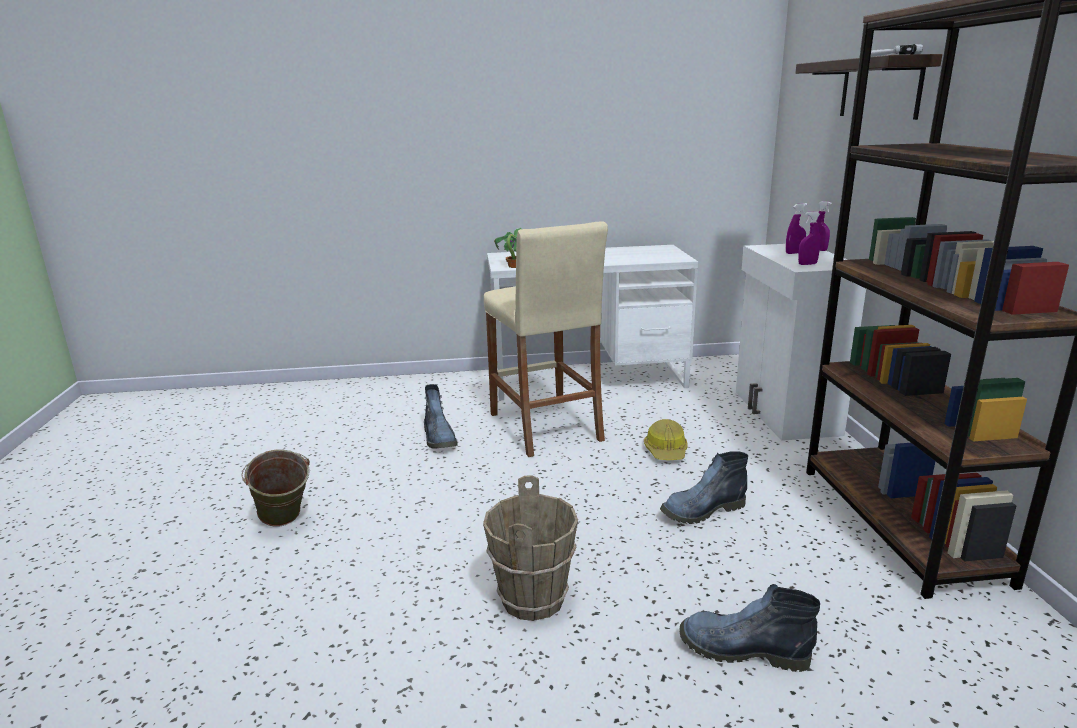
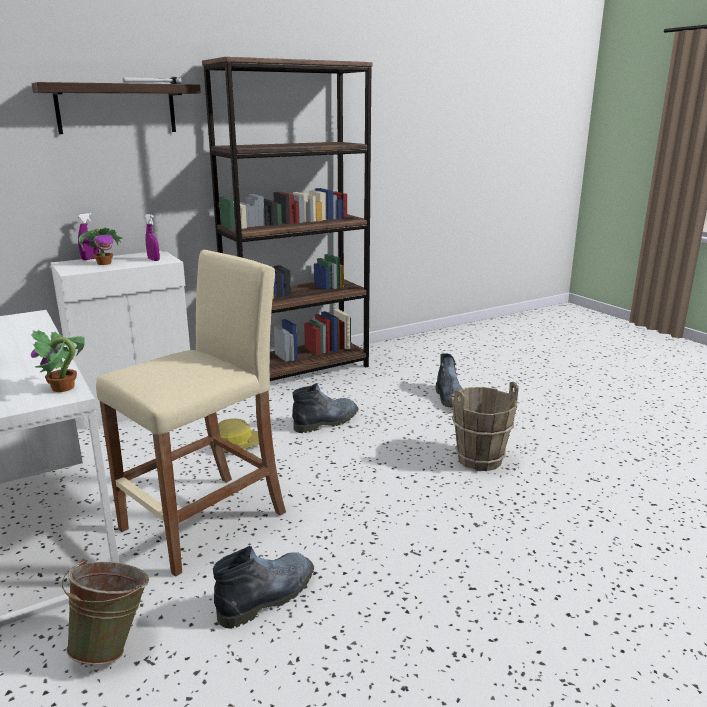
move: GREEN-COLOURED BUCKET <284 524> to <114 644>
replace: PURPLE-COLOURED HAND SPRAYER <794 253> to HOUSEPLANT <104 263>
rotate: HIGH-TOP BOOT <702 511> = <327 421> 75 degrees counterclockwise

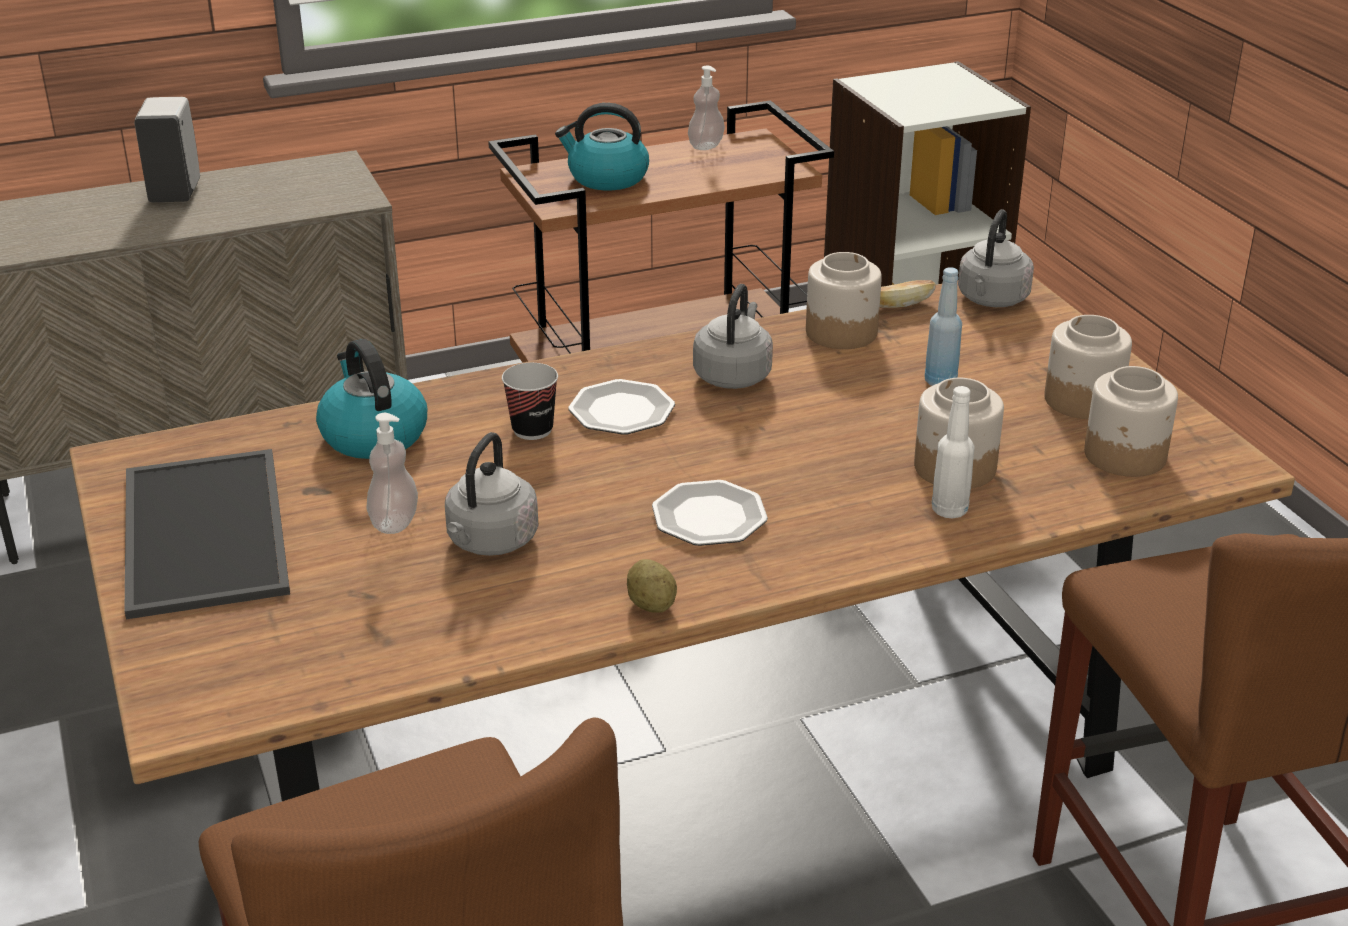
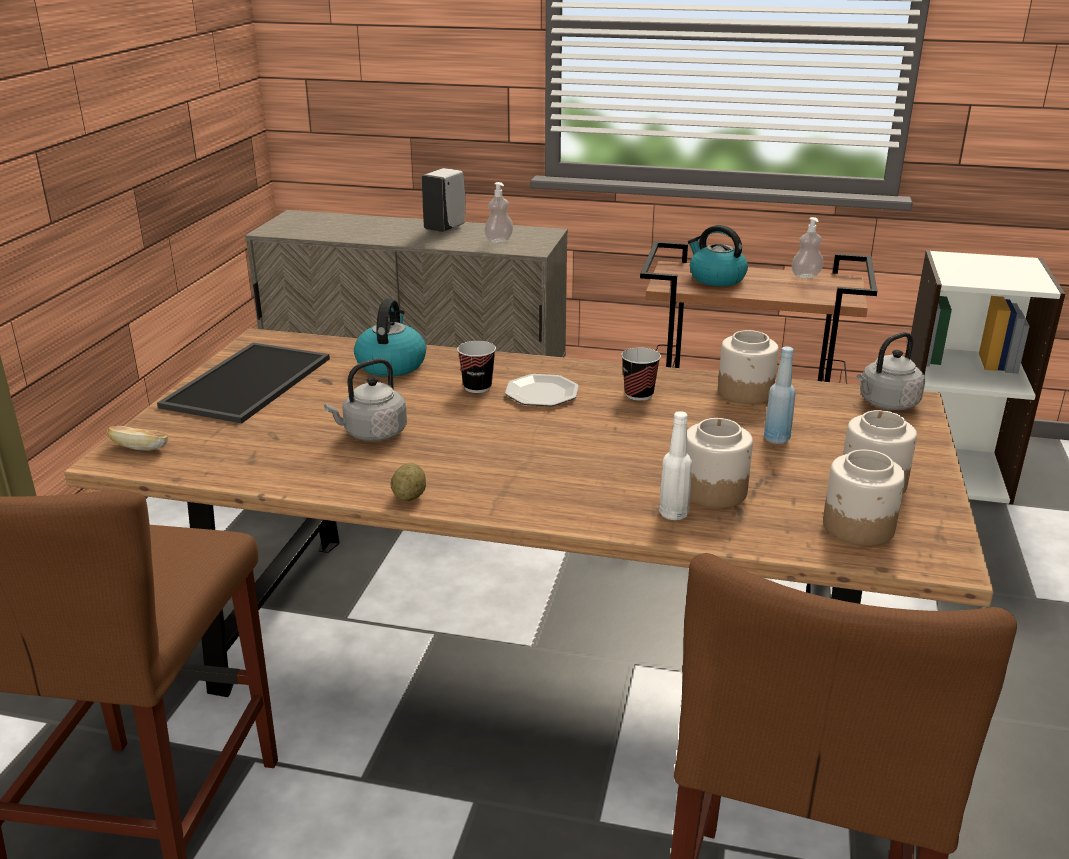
delete: DINNER PLATE <709 517>
move: BAKED BREAD <898 305> to <140 448>; SOAP DISPENSER <394 522> to <499 240>
replace: GREY TEA KETTLE <733 374> to CUP <639 395>

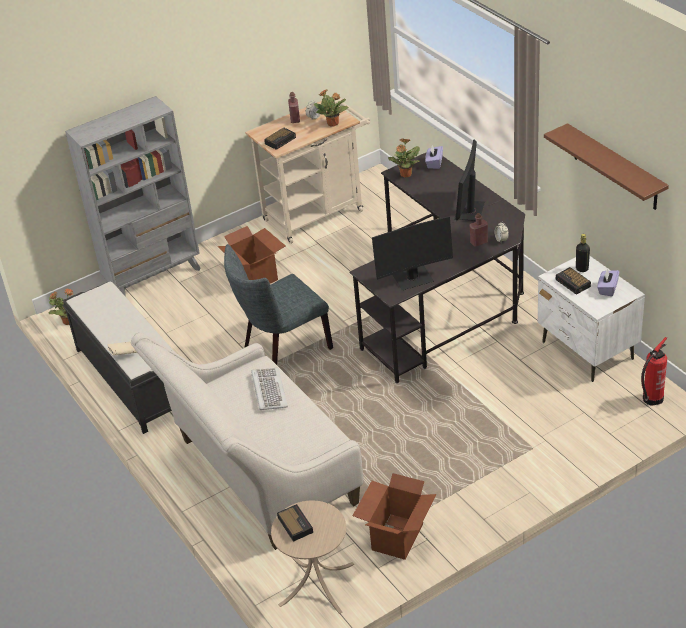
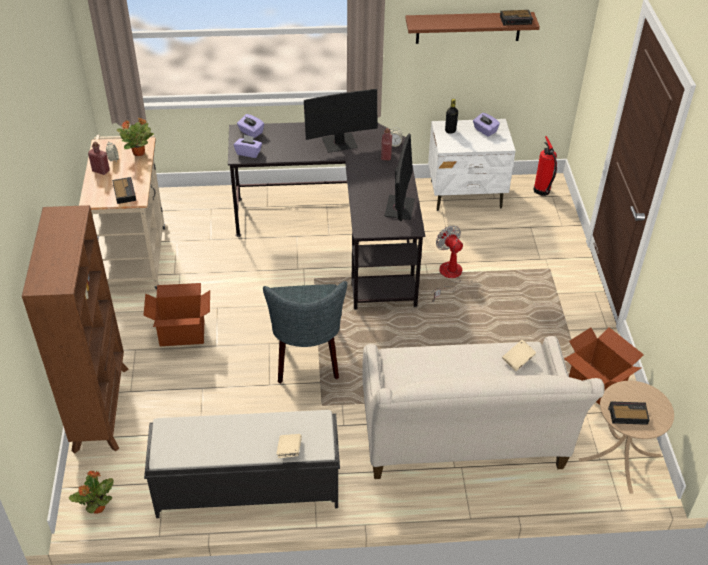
delete: COMPUTER KEYBOARD <268 391>
insert: FAN <448 276>; BEIGE VOLUME <518 360>
move: BEDSIDE CLOCK <573 283> to <516 20>
replace: HOUSEPLANT <405 174> to PURPLE-COLOURED TISSUE BOX <248 153>
recolor: GREY SHELVING UNIT <154 278> to BROWNISH SHELVING UNIT <101 408>
rotate: MONITOR <469 211> = <339 143> 60 degrees counterclockwise

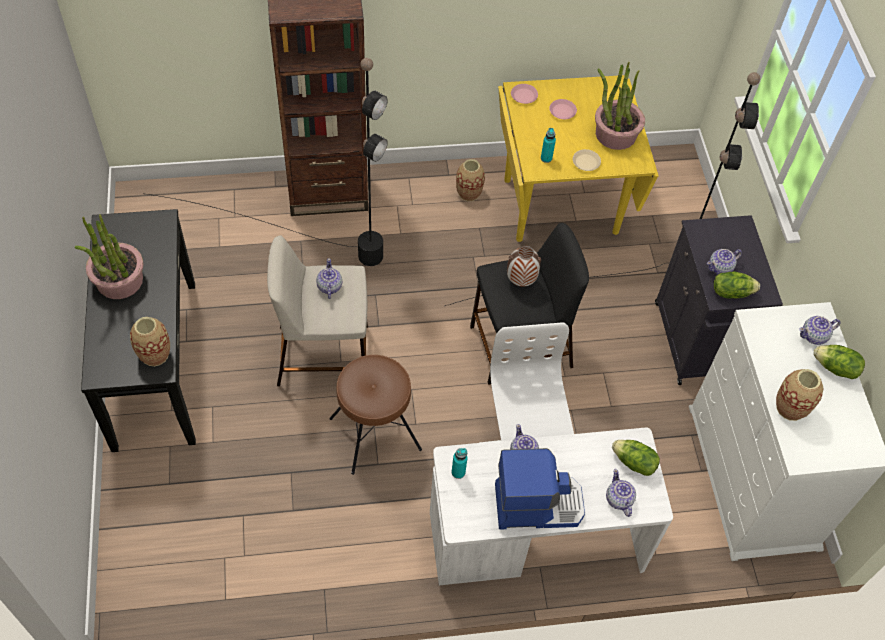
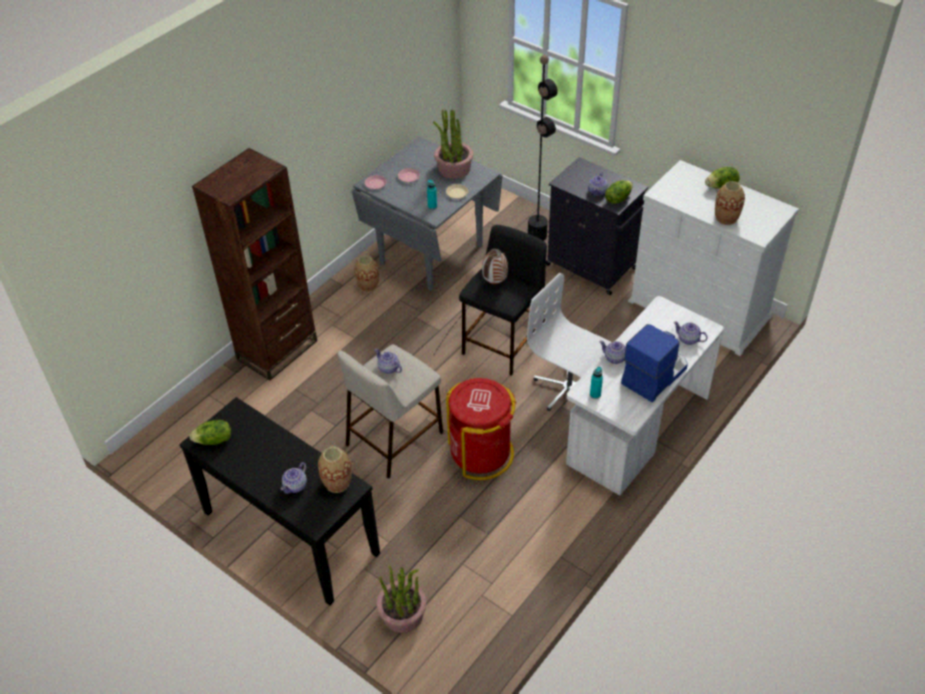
delete: BLACK STANDING LAMP <306 236>
move: HEAD OF LETTUCE <633 463> to <214 440>; TEA POT <814 336> to <296 485>; HOUSEPLANT <119 280> to <403 614>
replace: BROWNISH SITTING STOOL <375 433> to RED WASTE BIN <481 453>
recolor: YELLOWISH DINNER TABLE <560 205> to GREY DINNER TABLE <430 253>

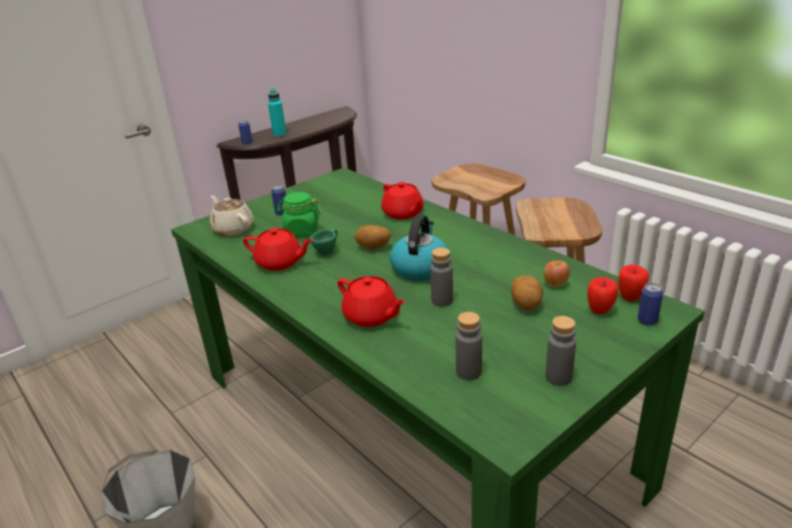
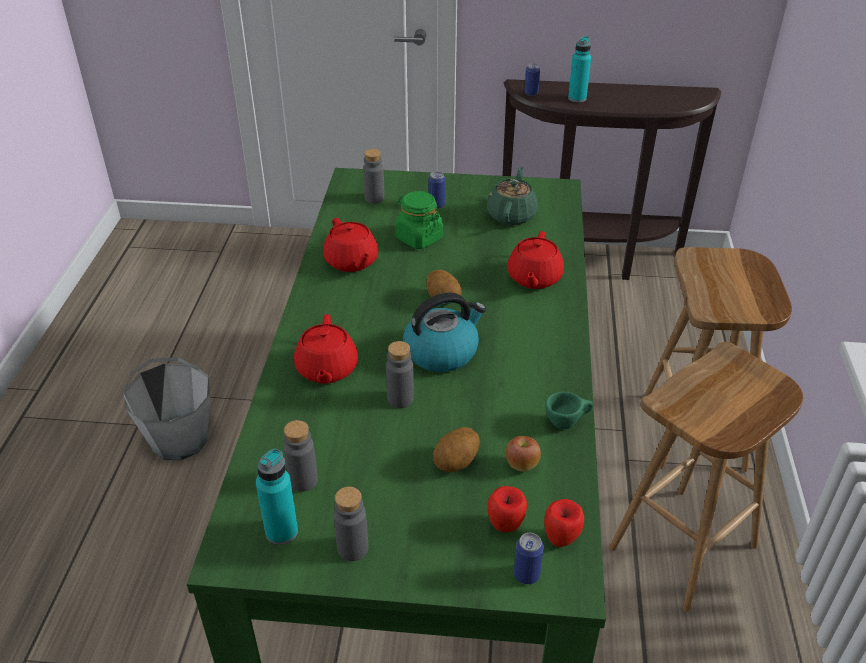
insert: TURQUOISE DRINK BOTTLE <281 531>; GREEN-COLOURED TEA POT <512 215>
move: GREEN-COLOURED CUP <327 251> to <567 422>
replace: BEIGE TEA POT <233 229> to GREY DRINK BOTTLE <374 198>

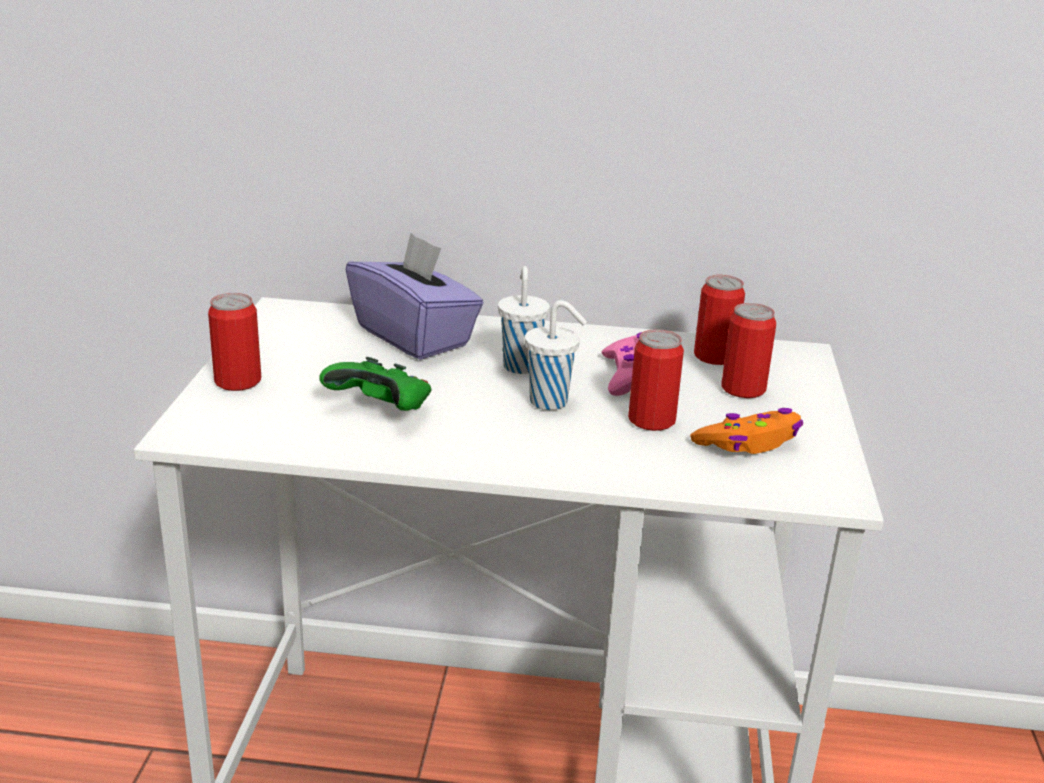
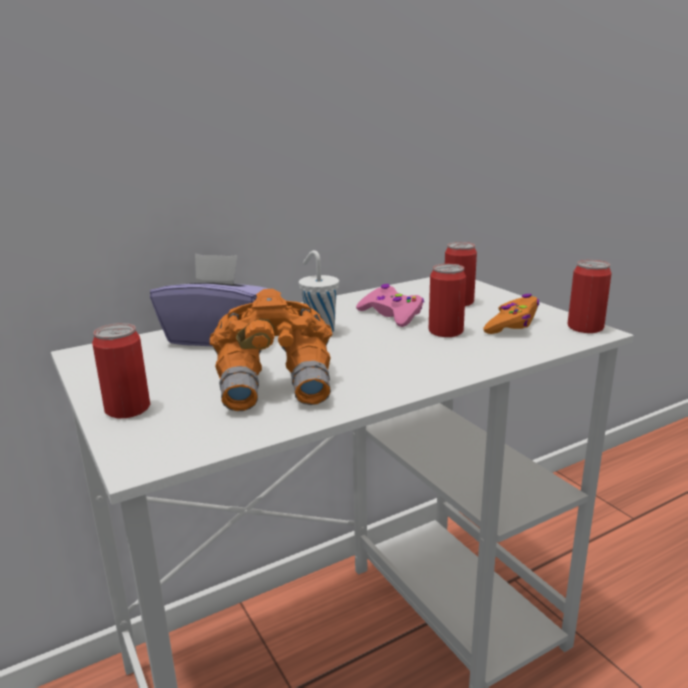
delete: WHITE-COLOURED CUP <551 402>
move: METAL CAN <714 356> to <585 327>
replace: GREEN-COLOURED GAME CONTROLLER <382 410> to ORANGEY BINOCULARS <276 385>

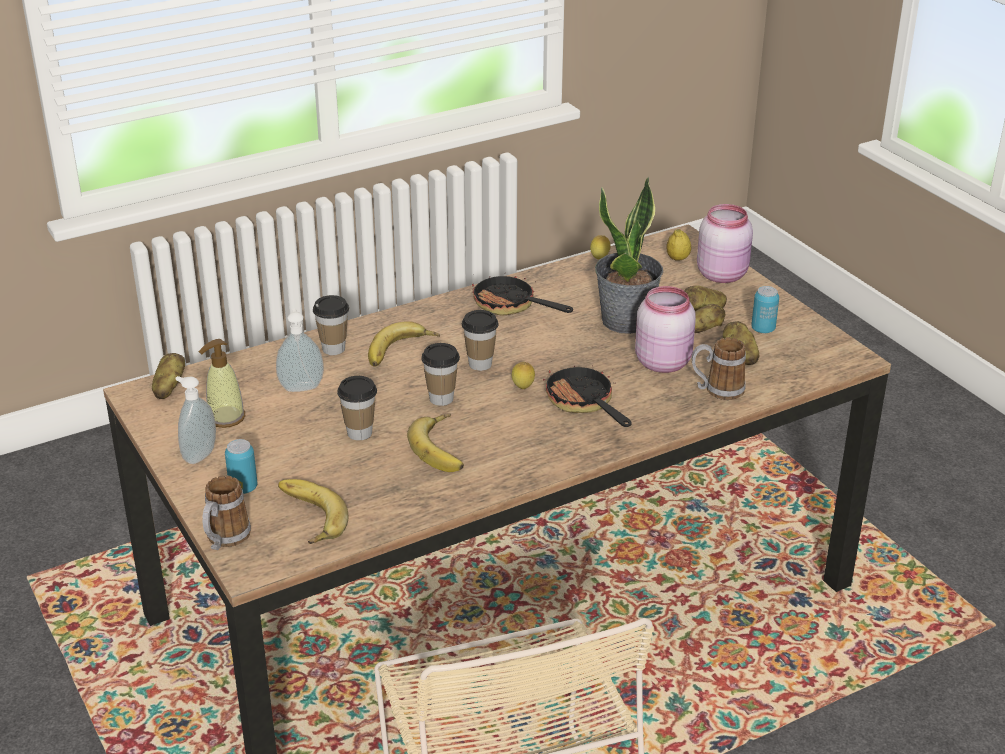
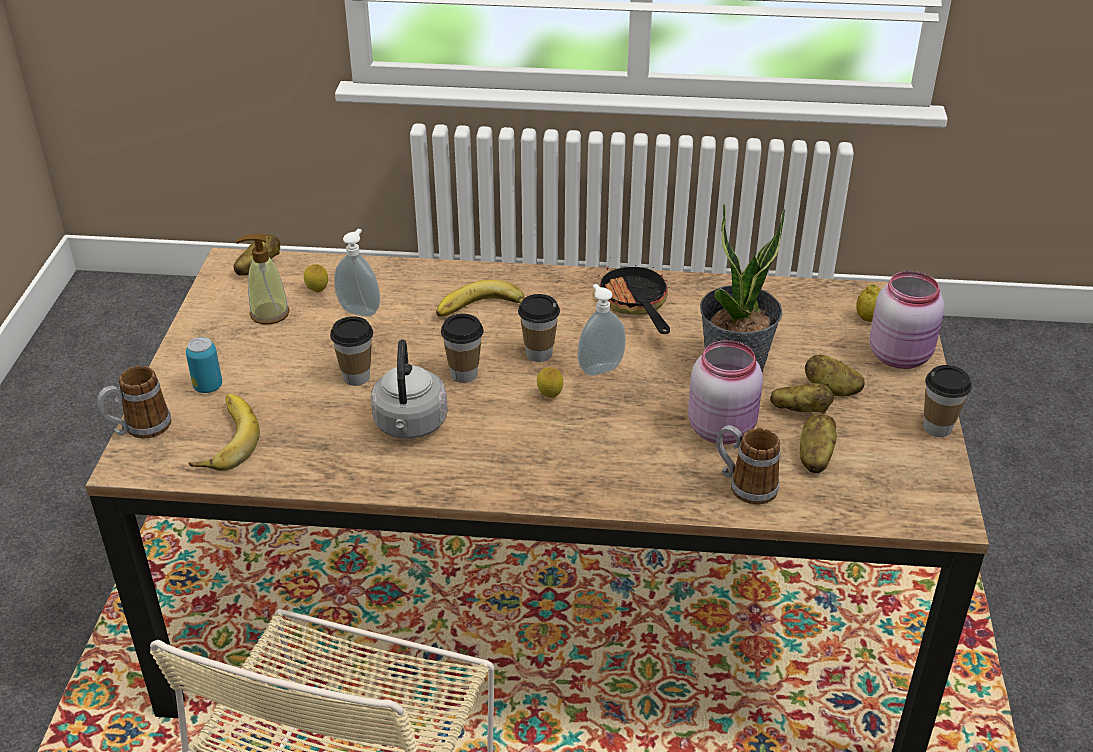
delete: PAN <584 404>; METAL CAN <763 329>
move: LEMON <599 259> to <317 292>; SOAP DISPENSER <198 455> to <599 368>; CUP <333 349> to <937 428>
replace: BANANA <444 448> to GREY TEA KETTLE <410 426>

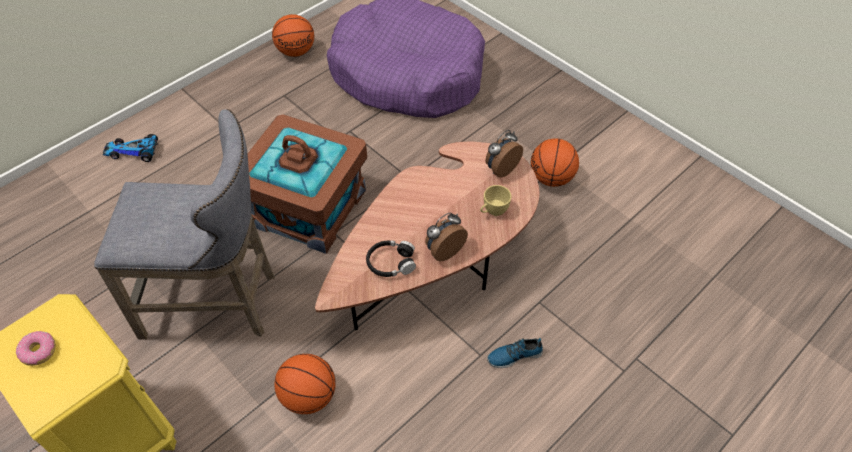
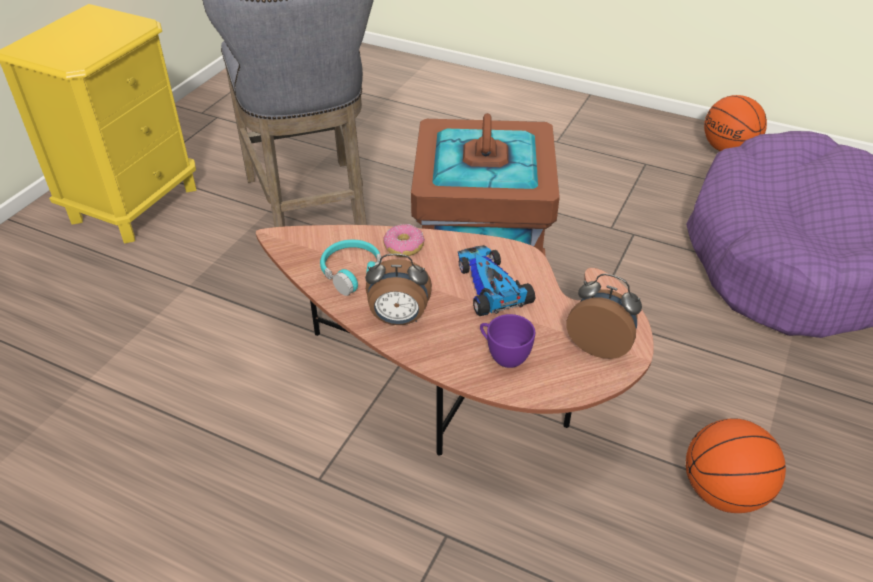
delete: BASKETBALL <308 396>; LOW SHOE <514 355>
move: RING DOUGHNUT <38 351> to <403 246>; MINIATURE CAR <133 151> to <489 286>
recolor: BLACK PAIR OF HEADPHONES <391 263> to TURQUOISE PAIR OF HEADPHONES <353 273>; YELLOWISH CUP <493 211> to PURPLE-COLOURED CUP <503 356>
rotate: BEDSIDE CLOCK <444 250> = <398 319> 150 degrees clockwise

